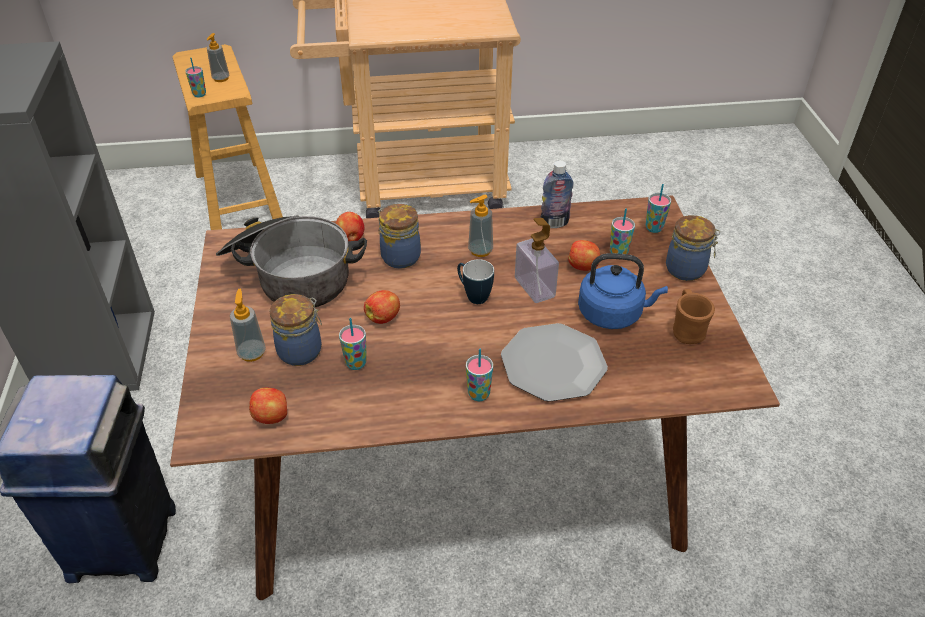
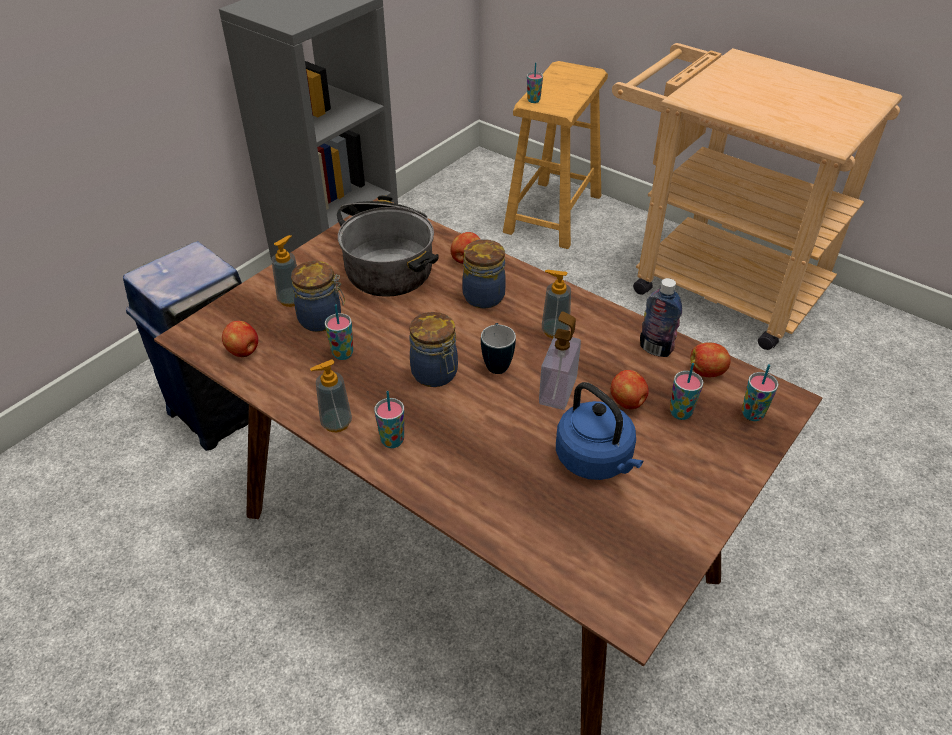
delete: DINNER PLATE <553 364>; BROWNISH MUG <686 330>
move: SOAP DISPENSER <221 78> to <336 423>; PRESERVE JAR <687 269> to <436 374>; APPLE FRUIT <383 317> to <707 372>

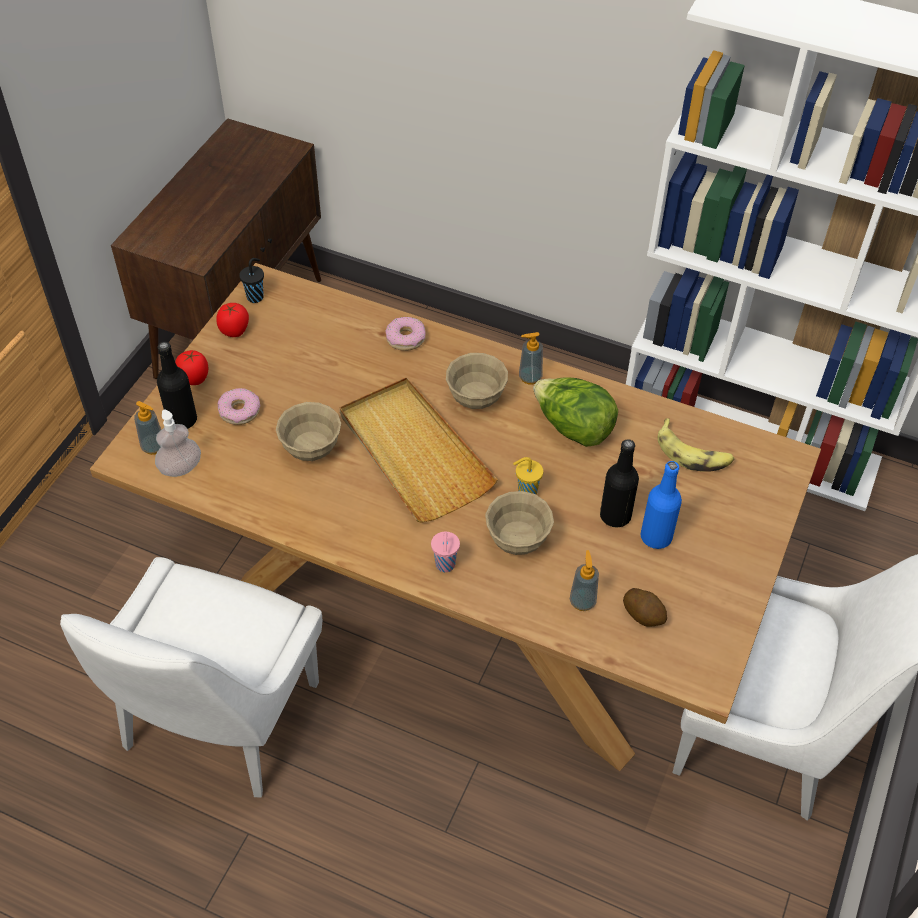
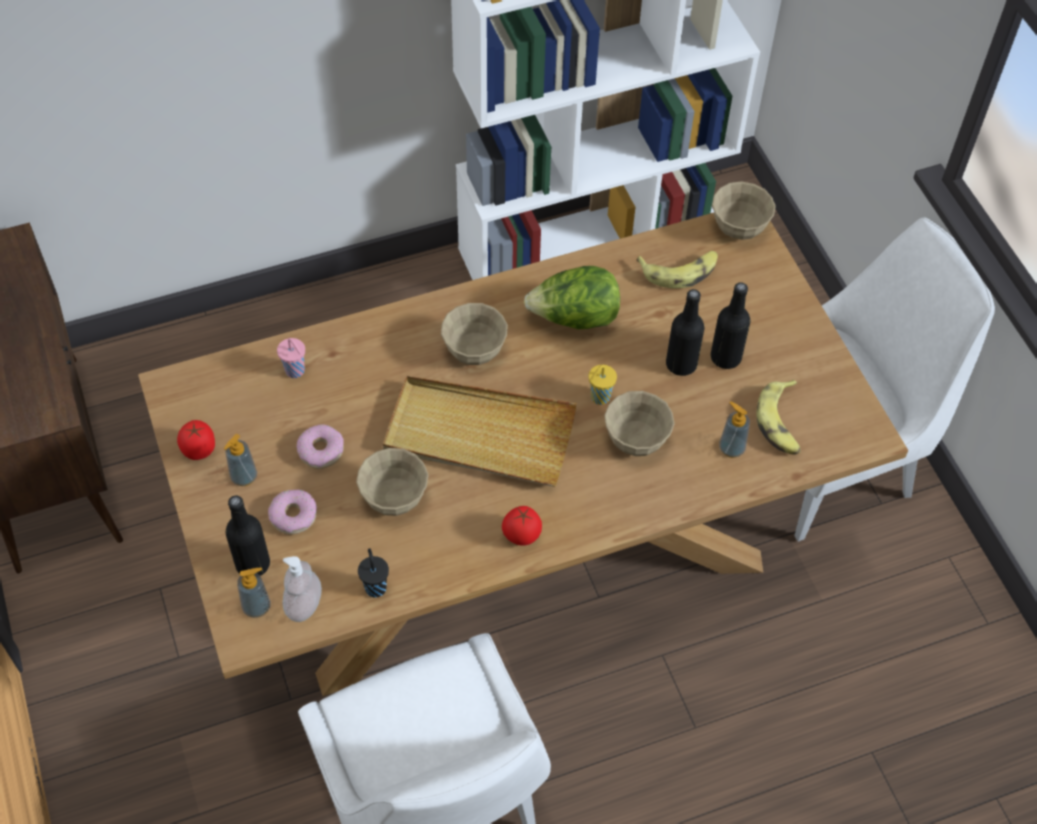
insert: BEIGE DEEP DISH <738 228>
move: SOAP DISPENSER <530 377> to <244 477>; PINK CUP <445 565> to <296 371>; RING DOUGHNUT <406 338> to <321 451>; BLACK CUP <256 296> to <375 587>; FRESH TOMATO <194 378> to <521 535>
replace: SPUD <643 614> to BANANA <781 423>
recolor: BLUISH DRINK BOTTLE <656 537> to BLACK DRINK BOTTLE <725 357>

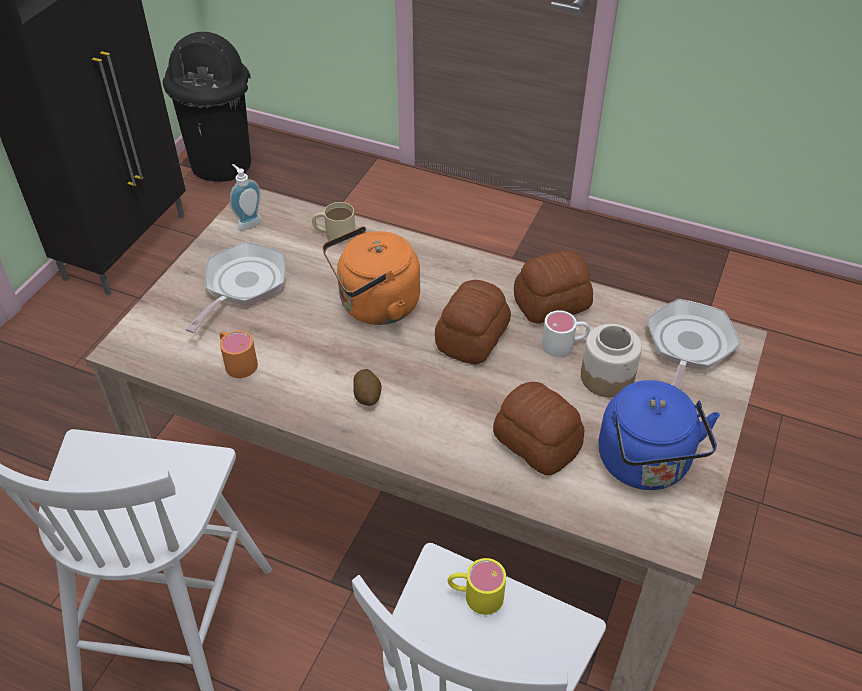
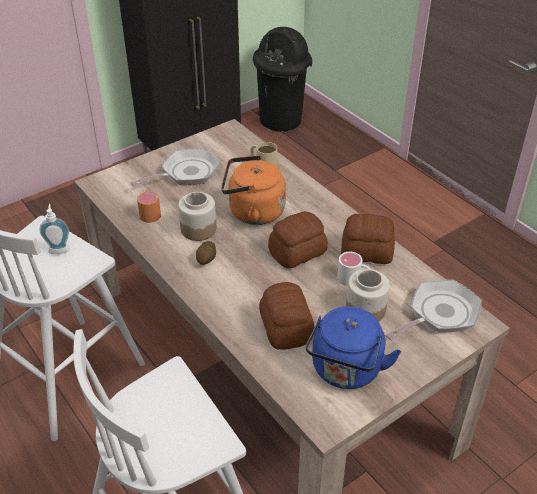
delete: YELLOWISH MUG <475 595>
insert: PRESERVE JAR <198 229>
move: SOAP DISPENSER <248 222> to <59 249>

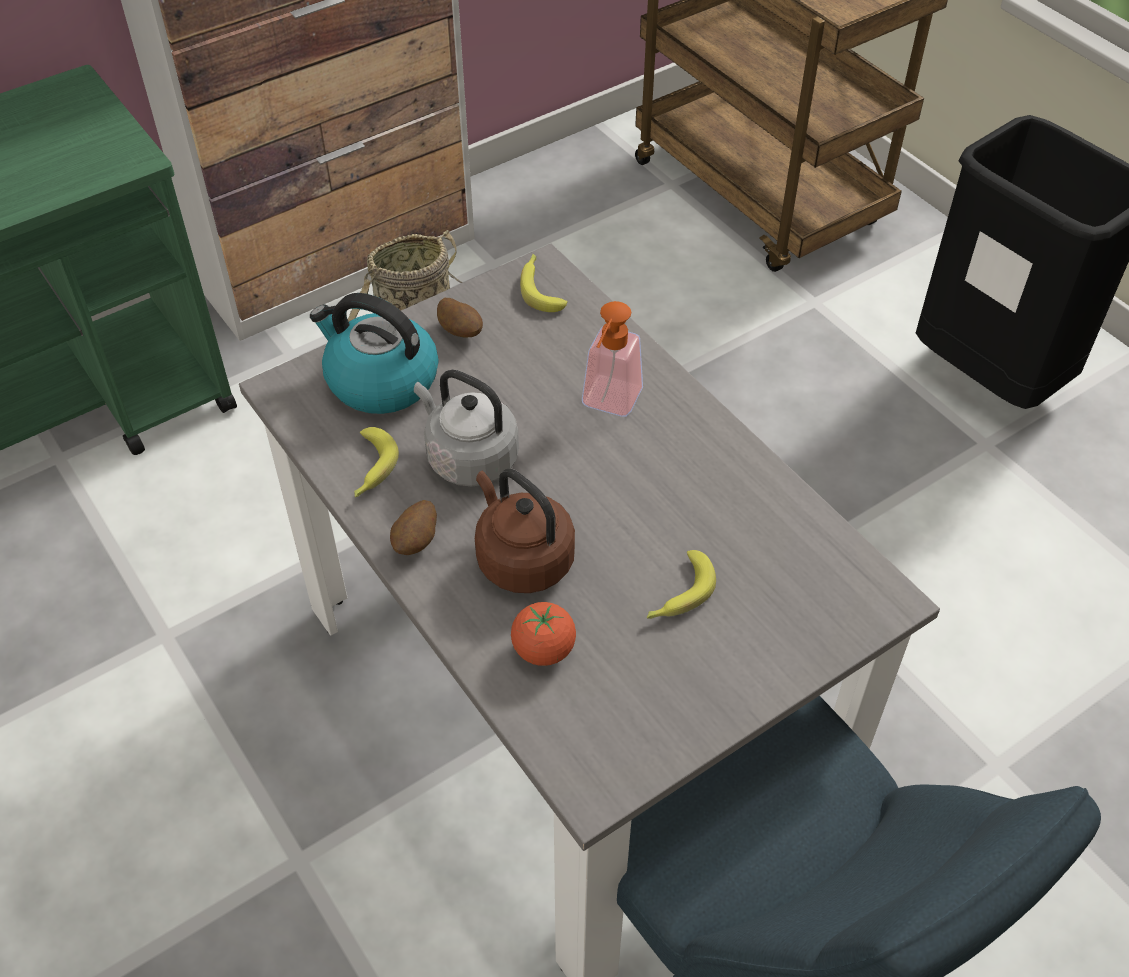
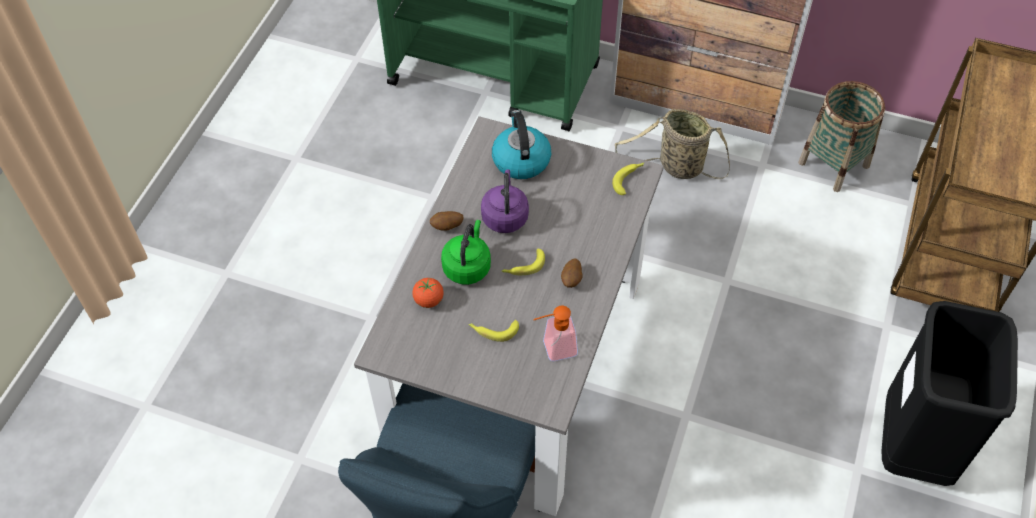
insert: BASKET <833 164>
move: BANANA <370 470> to <523 267>; SOAP DISPENSER <608 404> to <553 349>; SPUD <461 332> to <571 279>
recolor: BROWNISH TEA KETTLE <521 558> to GREEN-COLOURED TEA KETTLE <467 266>; GREY TEA KETTLE <468 458> to PURPLE-COLOURED TEA KETTLE <505 216>

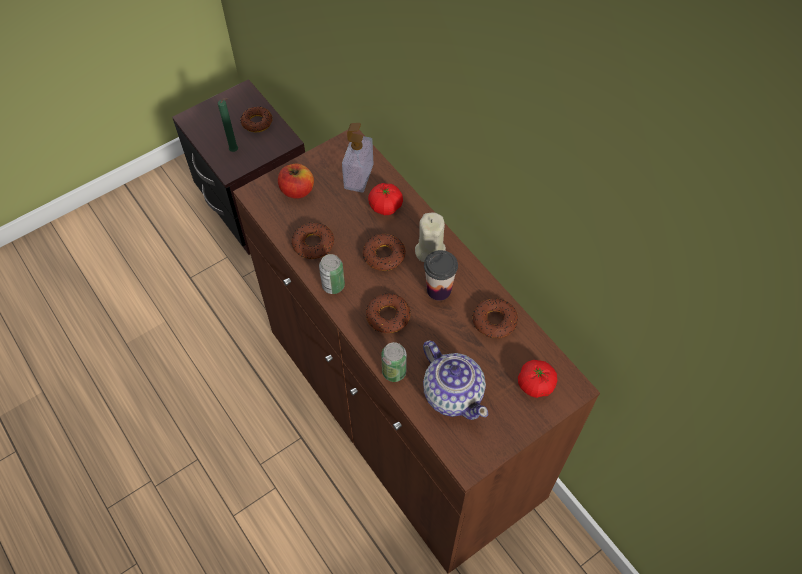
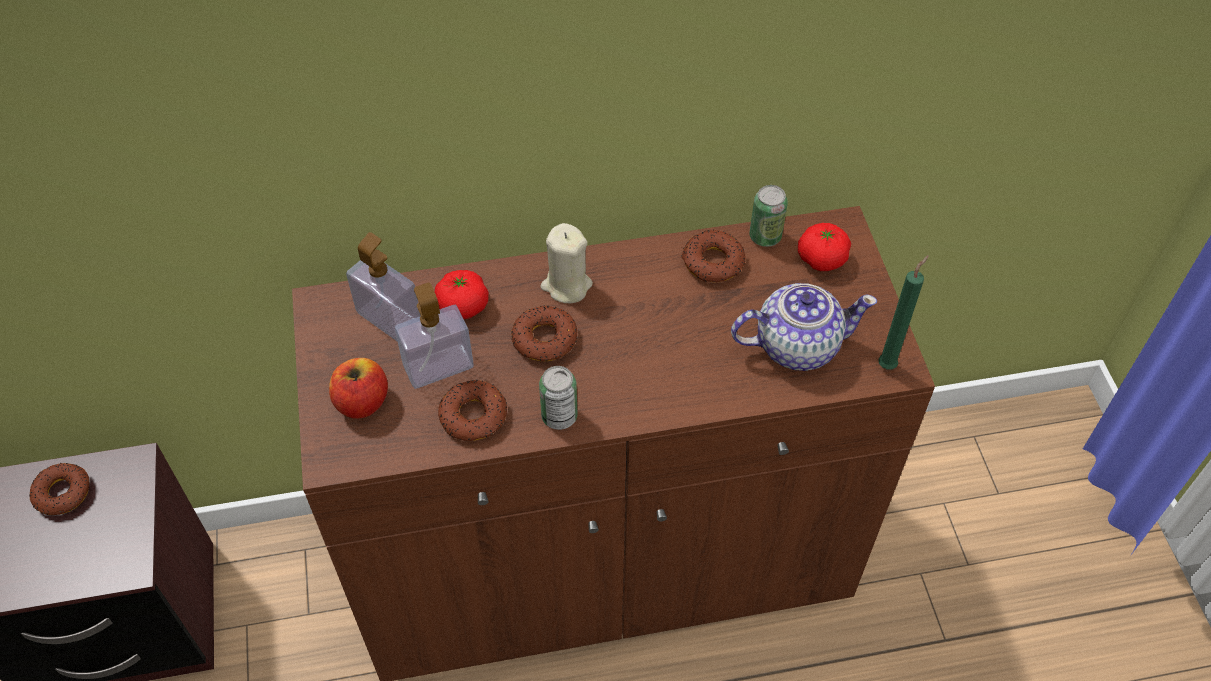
delete: RING DOUGHNUT <388 316>; CUP <439 290>
insert: SOAP DISPENSER <438 366>
move: METAL CAN <394 372> to <765 236>; GREEN-COLOURED WAX LIGHT <235 151> to <888 364>

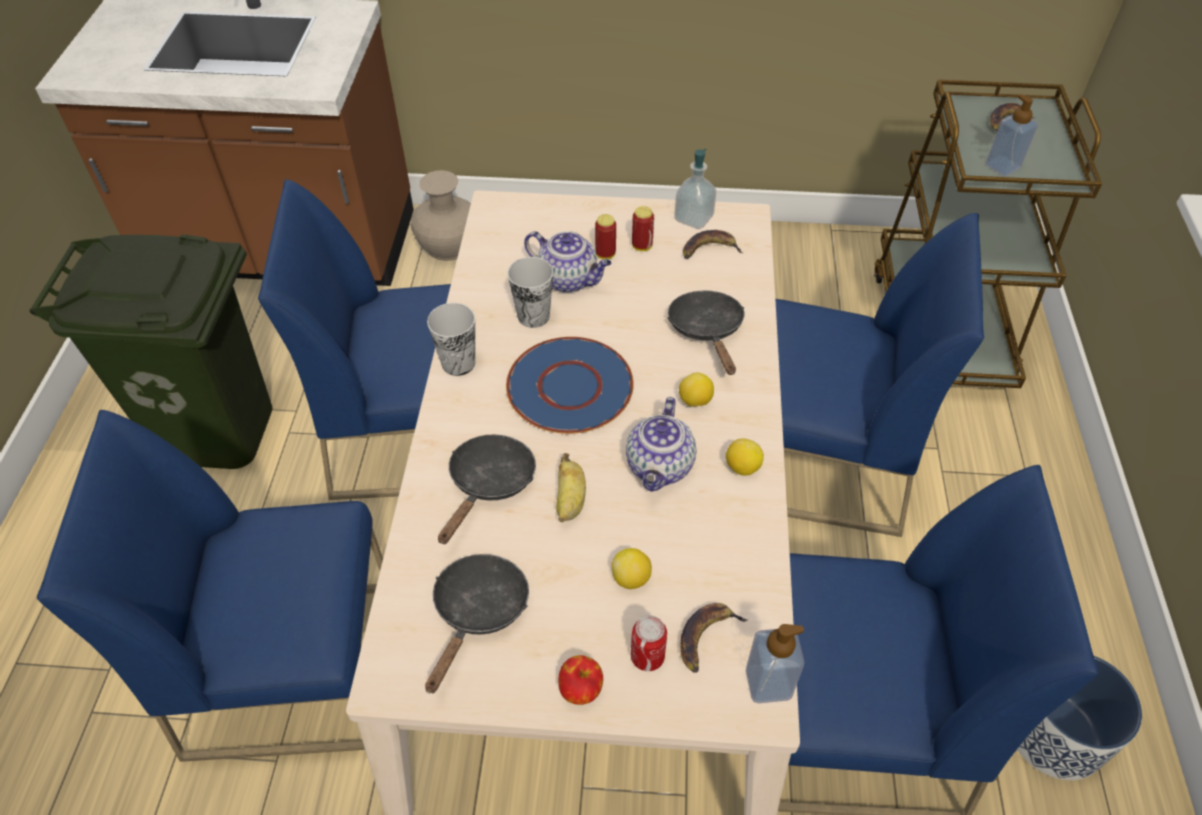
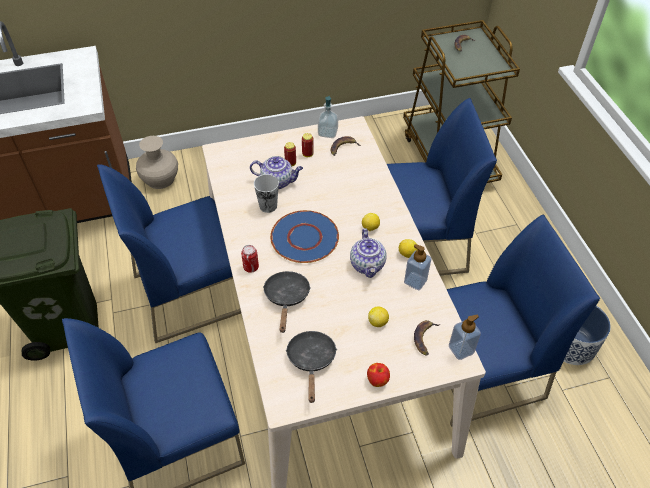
delete: CUP <458 363>; BANANA <570 501>; BLACK PAN <707 331>
move: METAL CAN <647 656> to <251 267>; SOAP DISPENSER <1002 166> to <415 281>

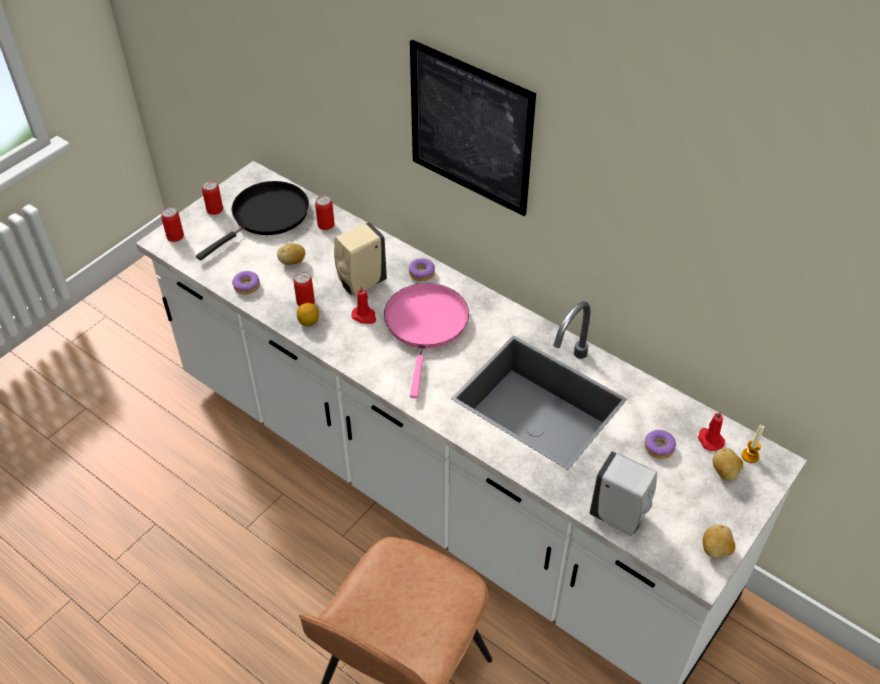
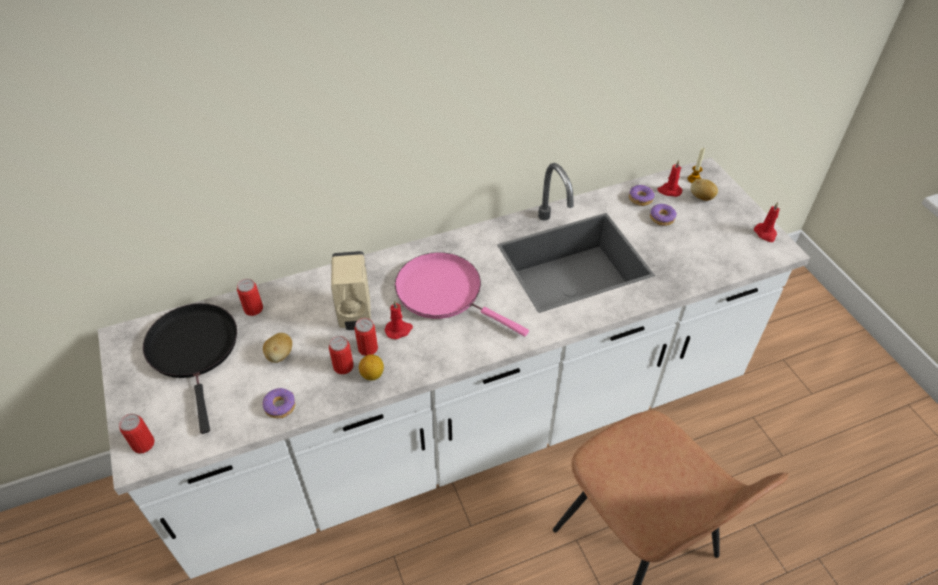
delete: WALL PICTURE <470 129>; WHITE-COLOURED SOAP DISPENSER <620 517>
move: METAL CAN <215 209> to <368 348>; RING DOUGHNUT <422 273> to <640 199>
replace: SPUD <715 550> to RED WAX LIGHT <765 233>

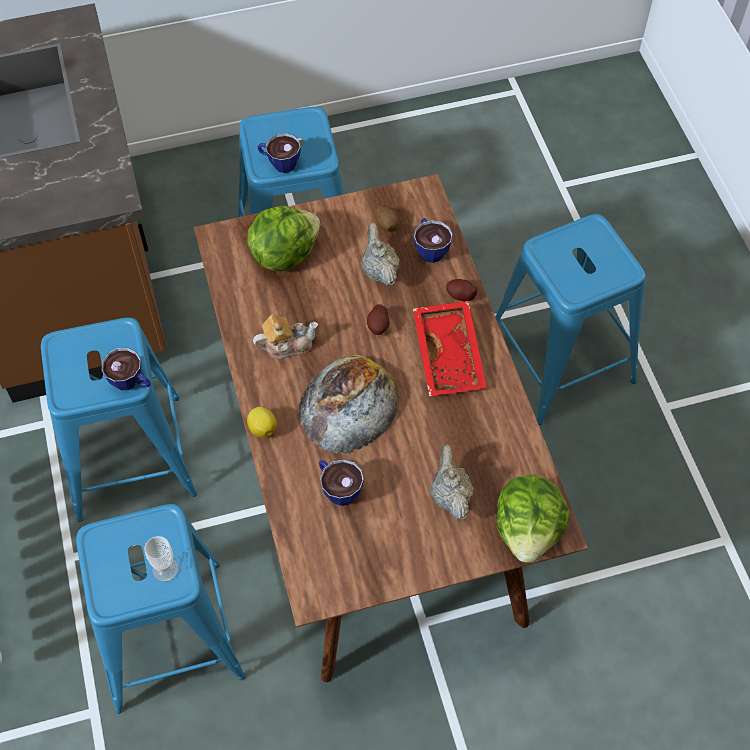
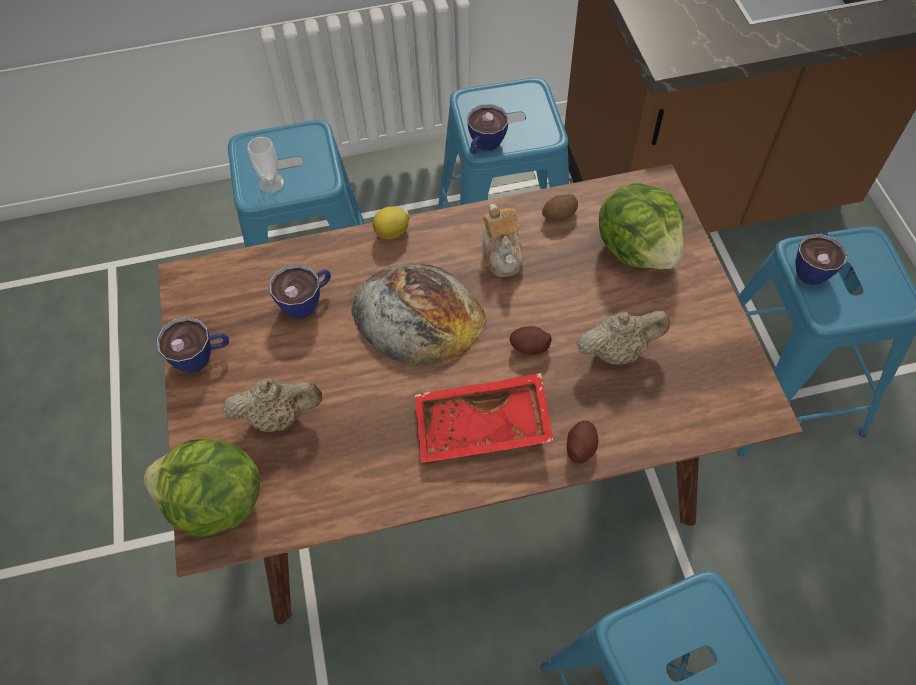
move: CUP <429 248> to <202 357>; SPUD <387 223> to <560 215>

